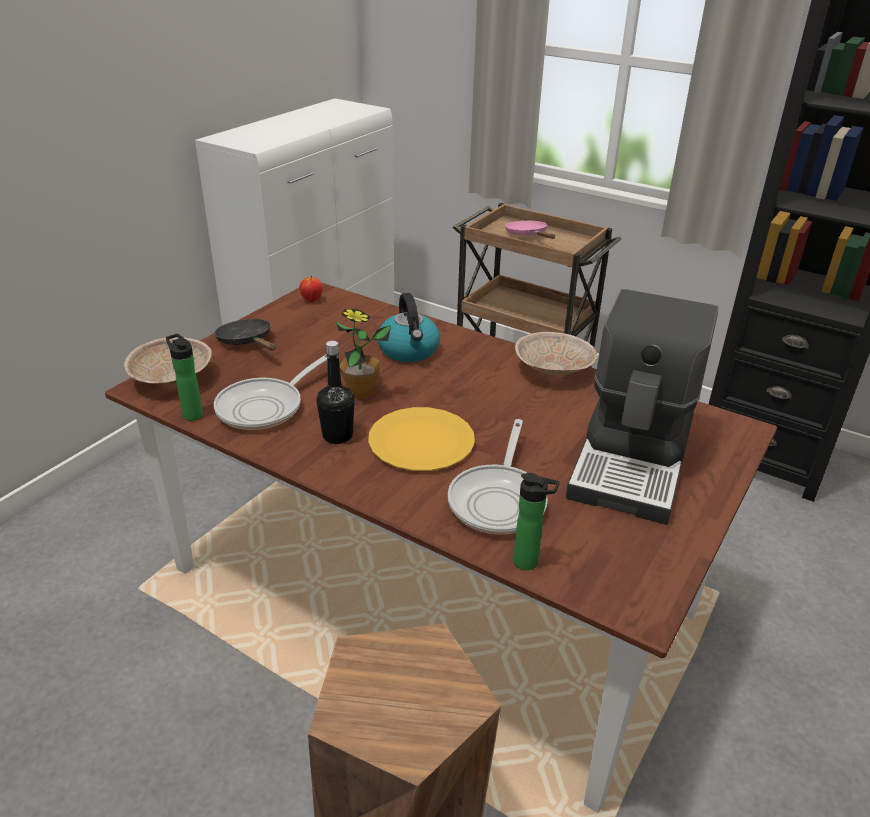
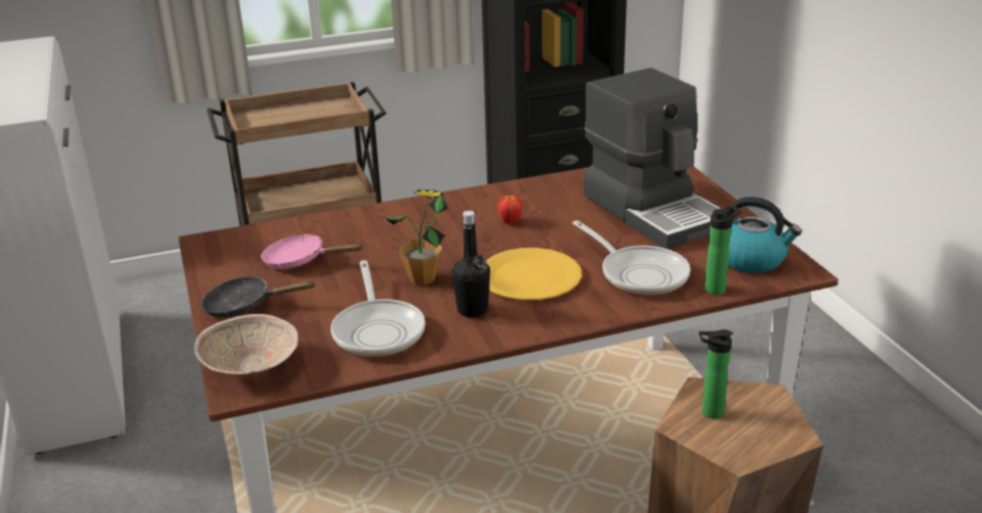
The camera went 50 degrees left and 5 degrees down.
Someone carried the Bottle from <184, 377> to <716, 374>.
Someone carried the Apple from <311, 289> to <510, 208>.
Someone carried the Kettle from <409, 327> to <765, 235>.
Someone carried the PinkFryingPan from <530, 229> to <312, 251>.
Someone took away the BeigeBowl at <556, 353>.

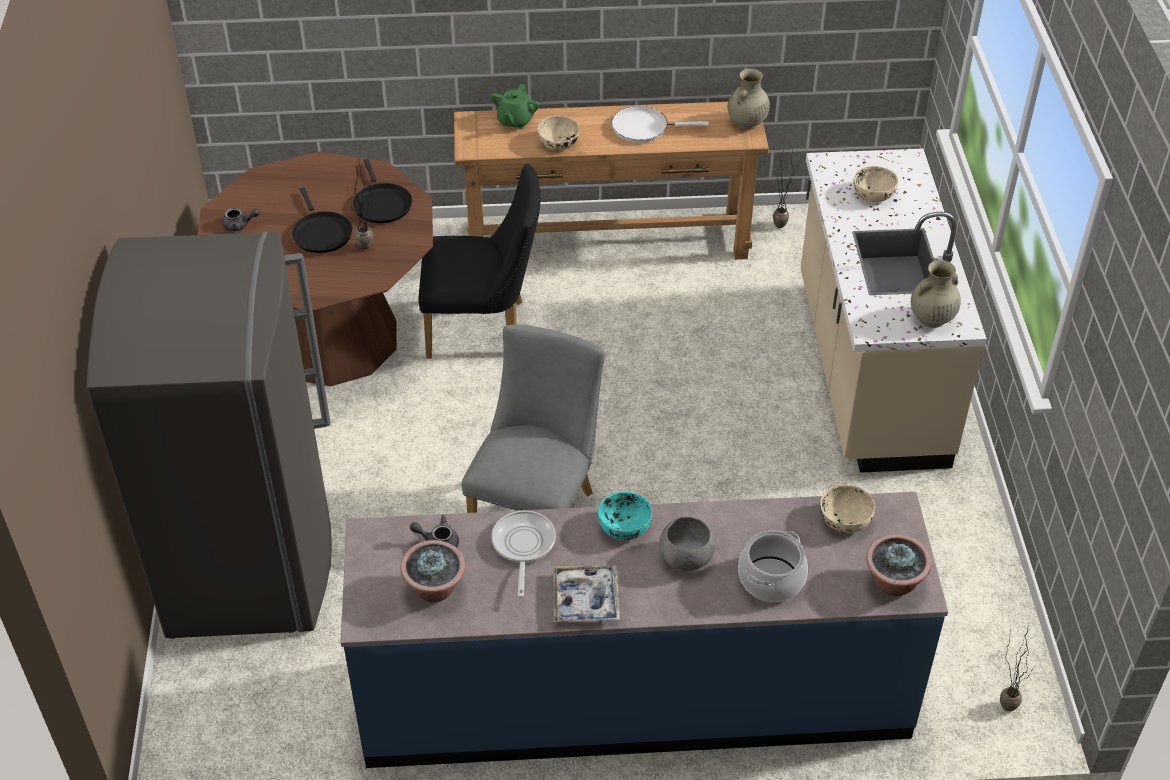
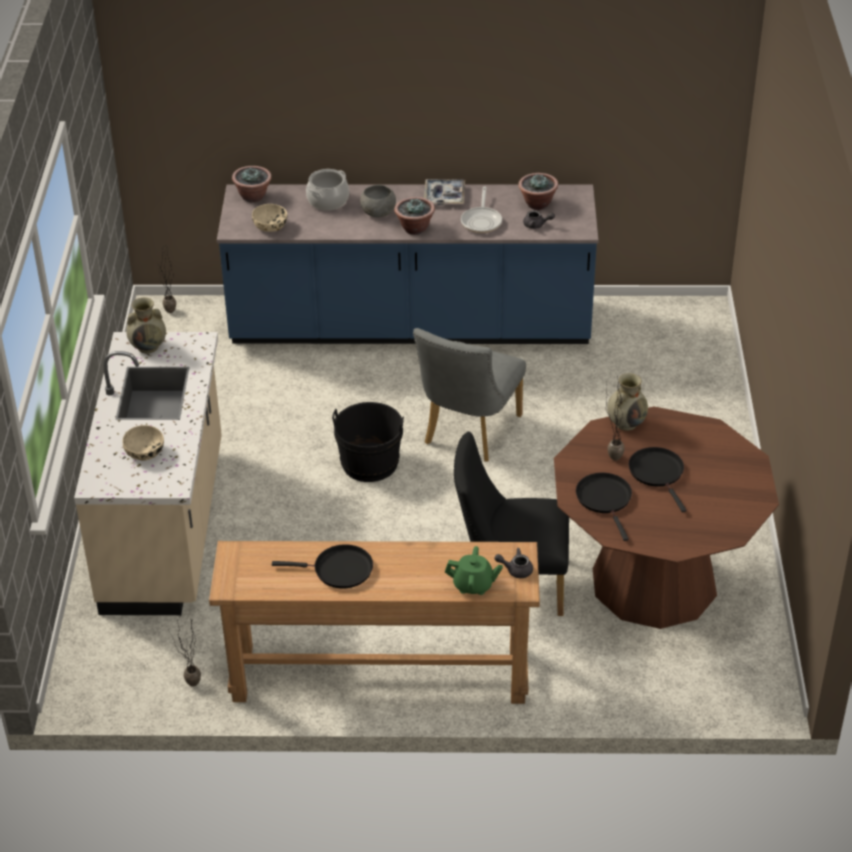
The camera went 175 degrees left and 5 degrees down.
Someone took away the GreyFridge at <209, 435>.
Someone carried the GreyTeapot from <241, 219> to <513, 563>.
Someone rotated the GreenTeapot at <515, 106> by 75 degrees clockwise.
Someone took away the BeigeBowl at <559, 133>.
Someone swapped the TurquoiseBowl at <625, 516> for the PottedPlant at <414, 216>.
Someone repainted the WhiteFryingPan at <660, 124>, which became the BlackFryingPan at <322, 566>.
Someone carried the BeigeVase from <749, 99> to <627, 402>.
Someone put down the BlackBucket at <368, 442>.

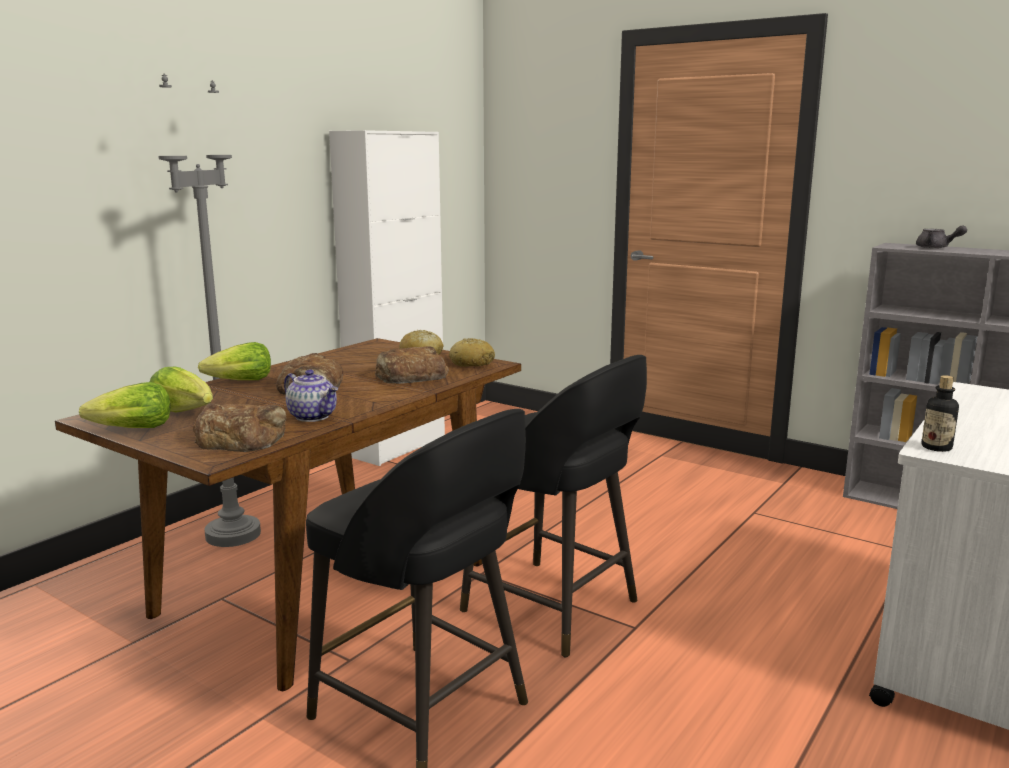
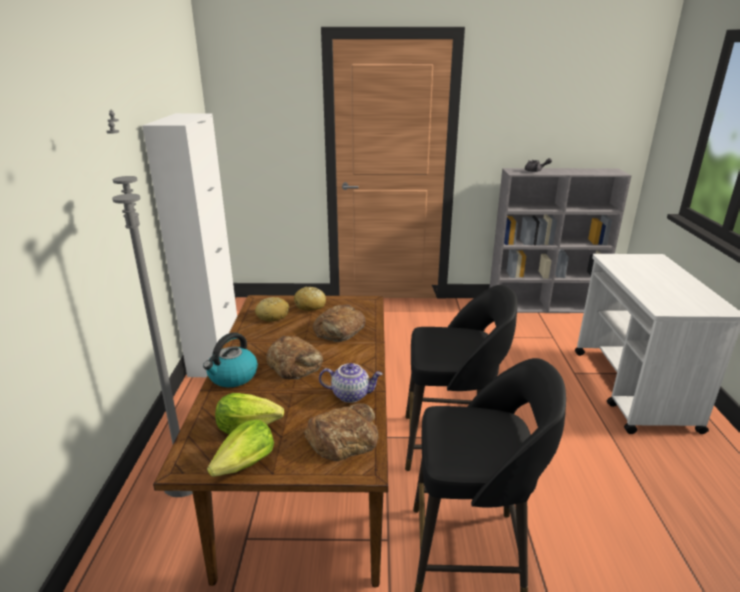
The camera went 35 degrees left and 10 degrees up.
Someone swapped the Lettuce at <234, 361> for the Kettle at <230, 359>.
Someone carried the Bread from <472, 352> to <272, 309>.
Someone took away the Bottle at <940, 413>.

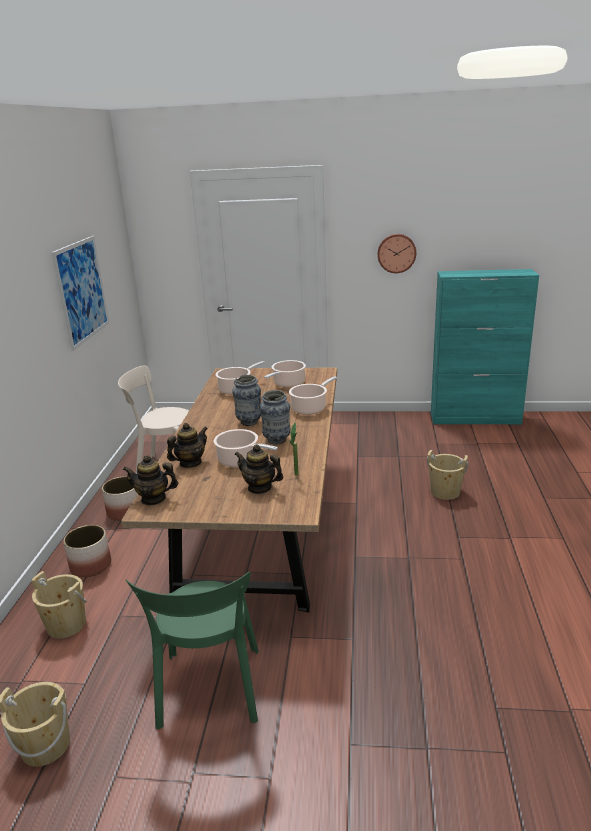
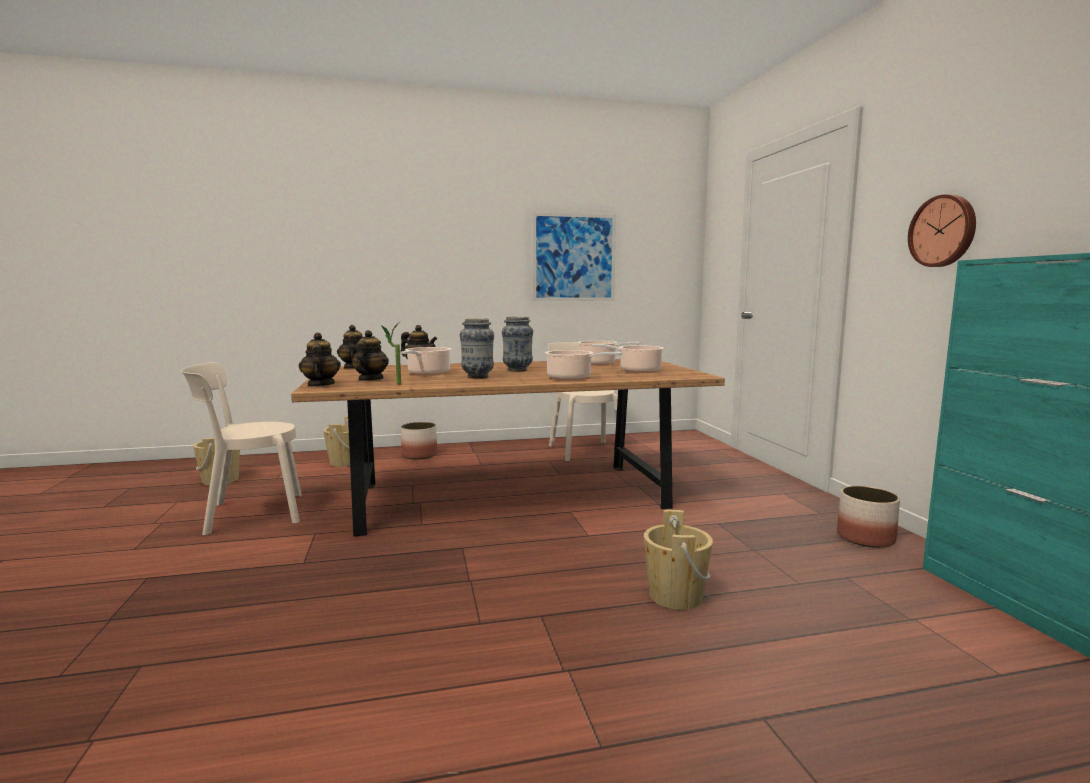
The camera went 70 degrees right and 15 degrees down.
Someone carried the Planter from <120, 498> to <868, 517>.
Someone repainted the GreenChair at <192, 650>, which became the BeigeChair at <241, 448>.
Someone put down the Teapot at <320, 359>.

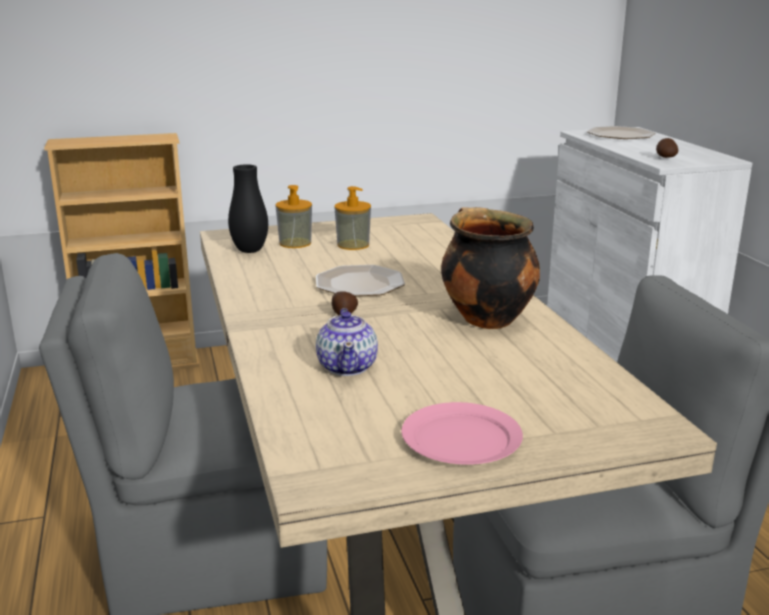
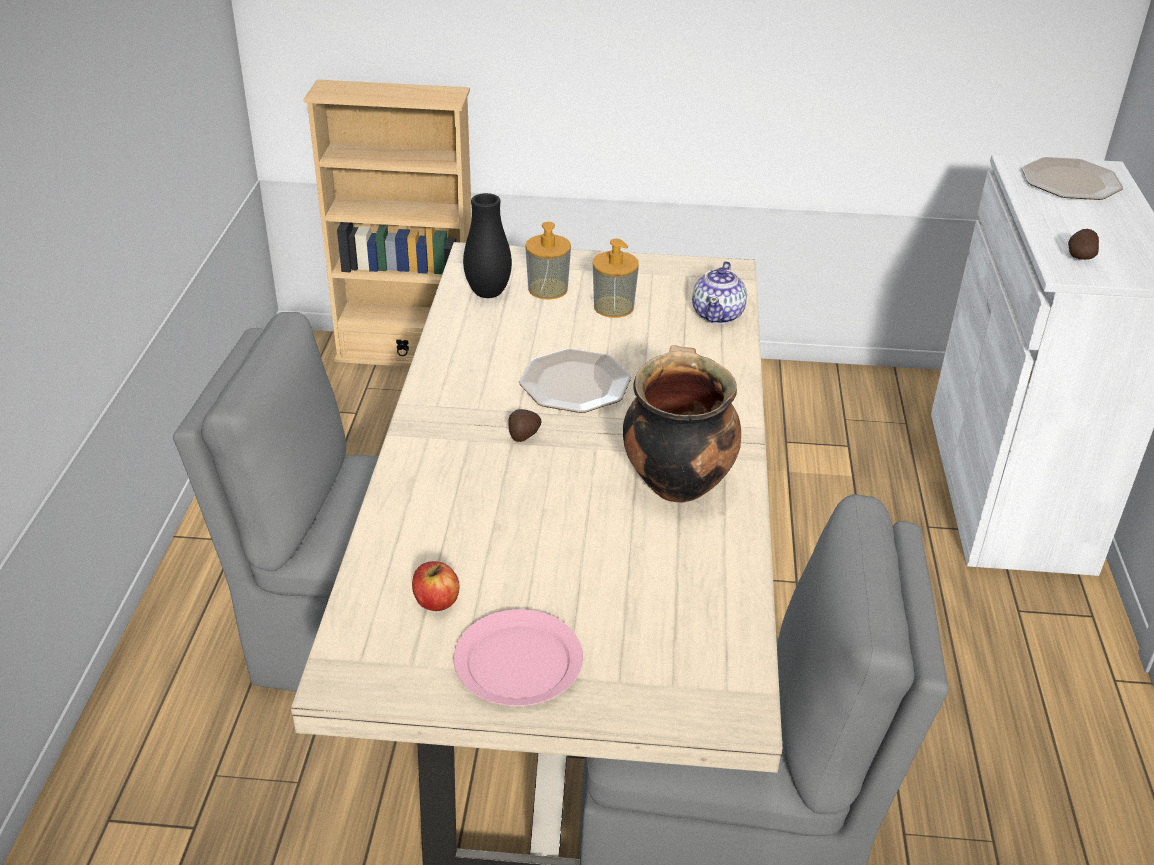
The camera went 20 degrees right and 15 degrees up.
Someone carried the Teapot from <347, 342> to <719, 292>.
Someone put down the Apple at <436, 586>.

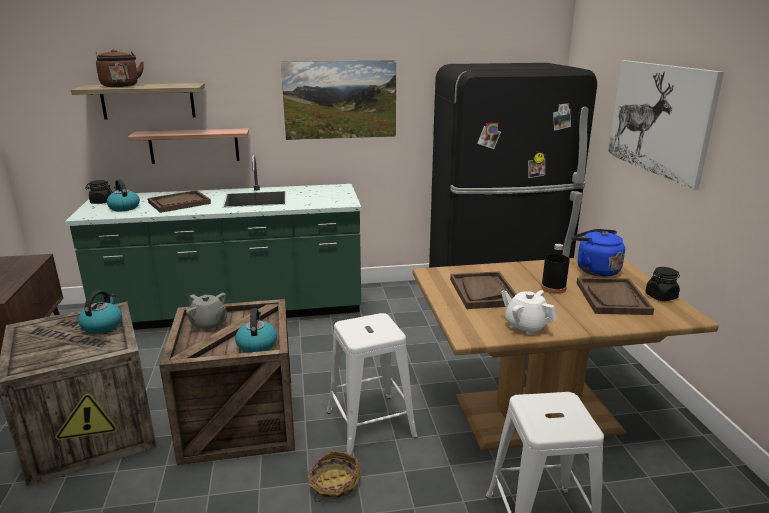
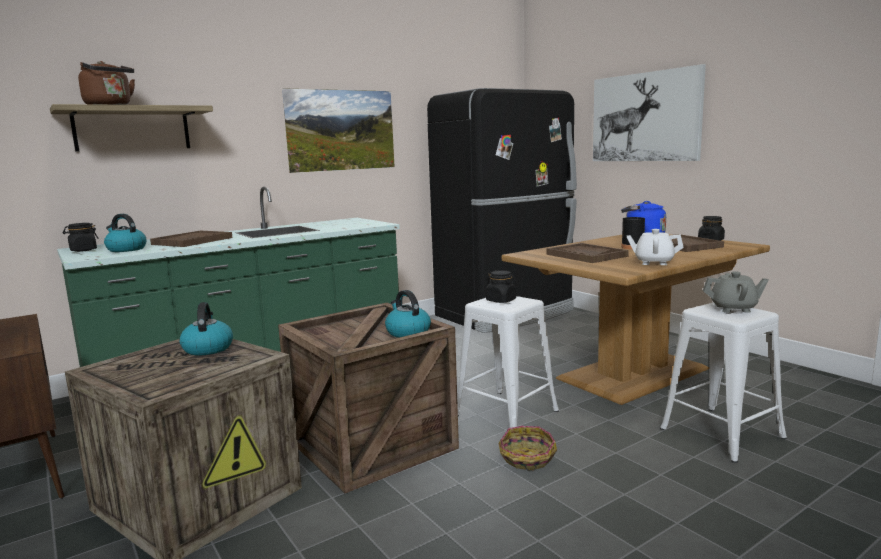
The camera went 25 degrees left and 10 degrees down.
Someone took away the Shelf at <188, 146>.
Someone carried the GreyTeapot from <206, 312> to <736, 292>.
Someone put down the BlackJar at <501, 287>.

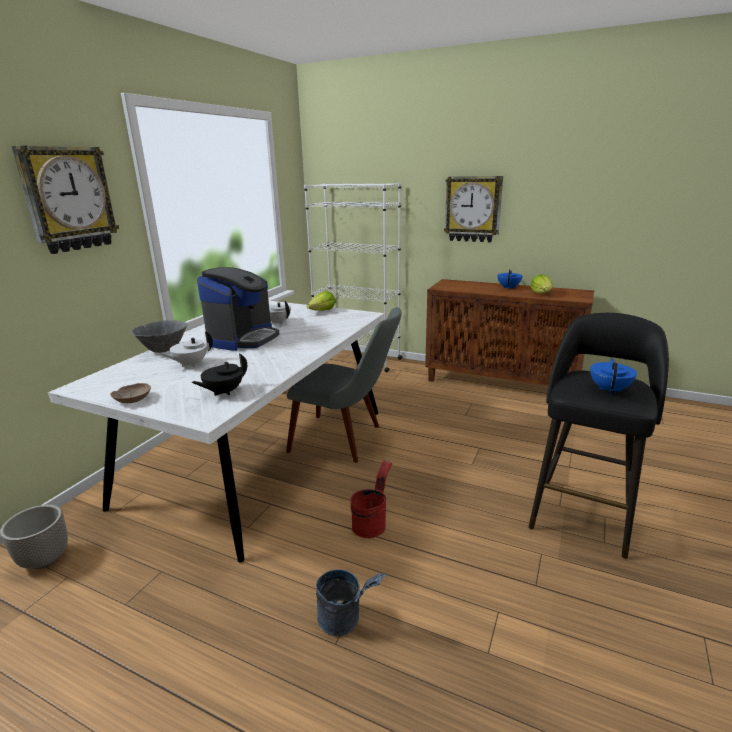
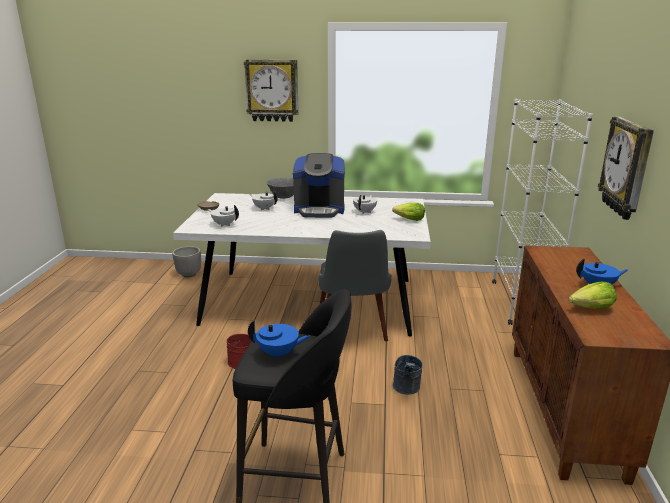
The camera went 70 degrees right and 0 degrees up.
Someone repainted the BlackTeapot at <219, 375>, which became the WhiteTeapot at <223, 216>.
Someone carried the GreyBucket from <351, 602> to <408, 375>.

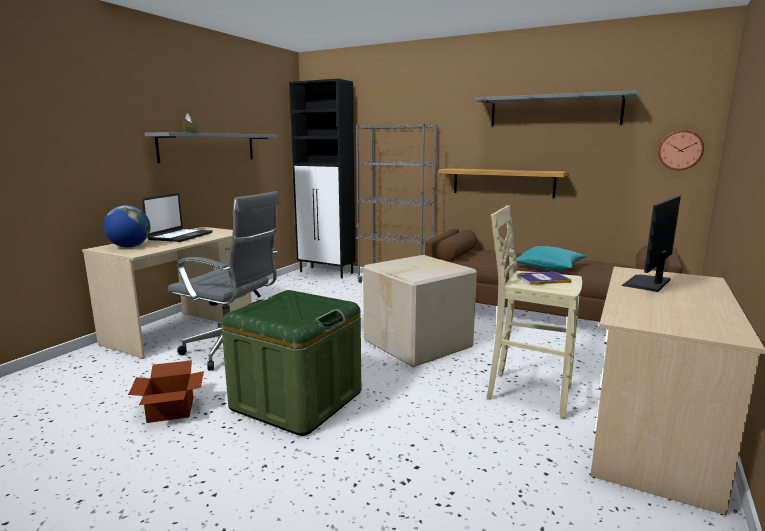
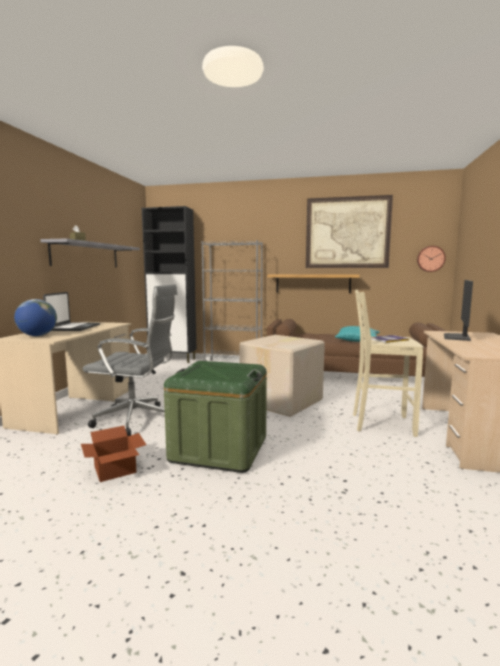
The camera went 15 degrees left and 5 degrees down.
Someone swapped the GreyShelf at <556, 108> for the Picture at <349, 231>.

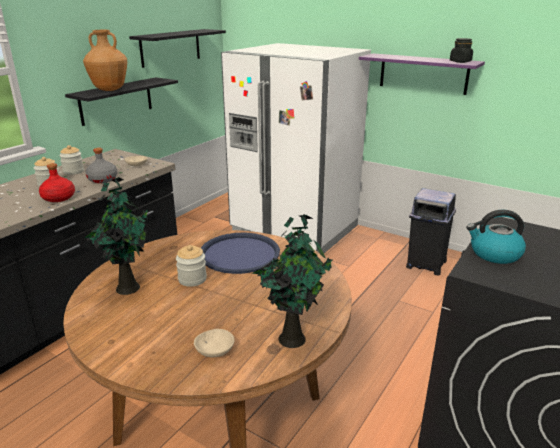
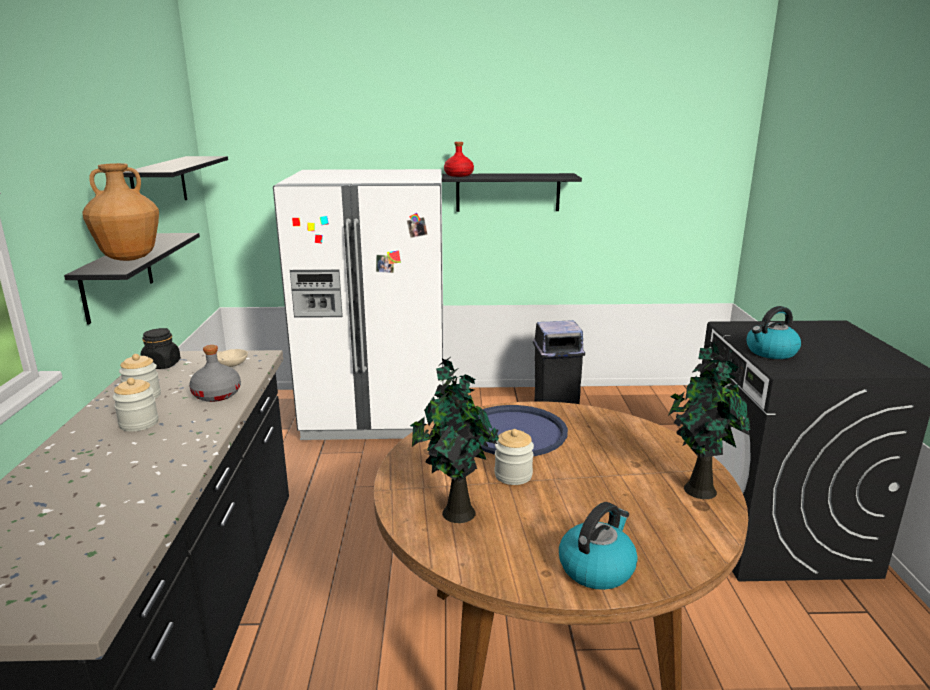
The camera went 35 degrees left and 5 degrees down.
Someone carried the RedBottle from <57, 182> to <459, 159>.
Someone took away the BeigeBowl at <214, 343>.
Someone repainted the PurpleShelf at <422, 74>, which became the BlackShelf at <512, 192>.
Someone carried the BlackJar from <461, 50> to <160, 348>.
Someone put down the Kettle at <598, 546>.

